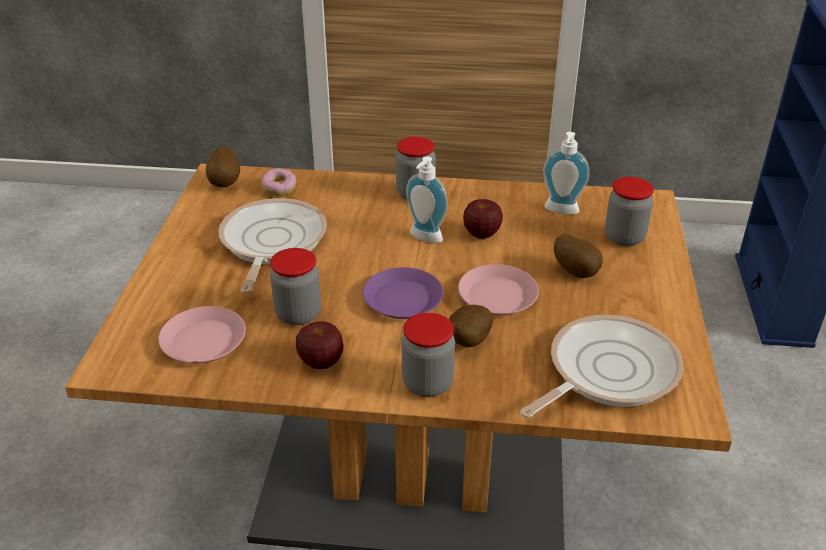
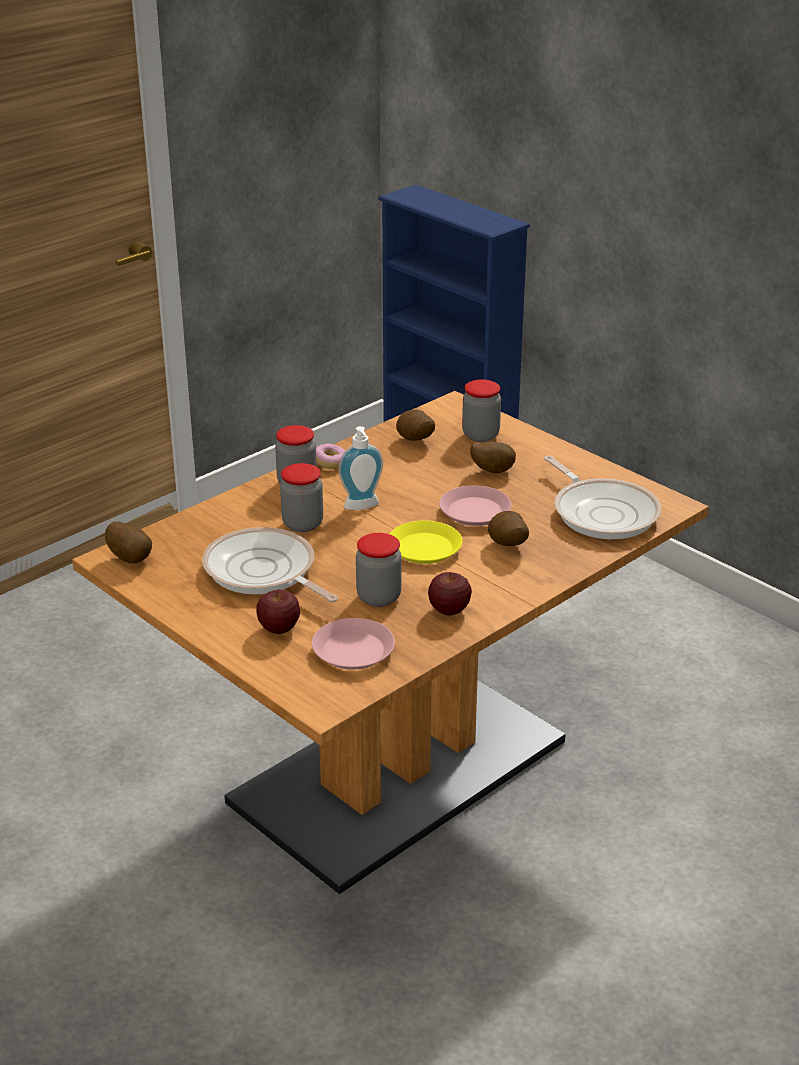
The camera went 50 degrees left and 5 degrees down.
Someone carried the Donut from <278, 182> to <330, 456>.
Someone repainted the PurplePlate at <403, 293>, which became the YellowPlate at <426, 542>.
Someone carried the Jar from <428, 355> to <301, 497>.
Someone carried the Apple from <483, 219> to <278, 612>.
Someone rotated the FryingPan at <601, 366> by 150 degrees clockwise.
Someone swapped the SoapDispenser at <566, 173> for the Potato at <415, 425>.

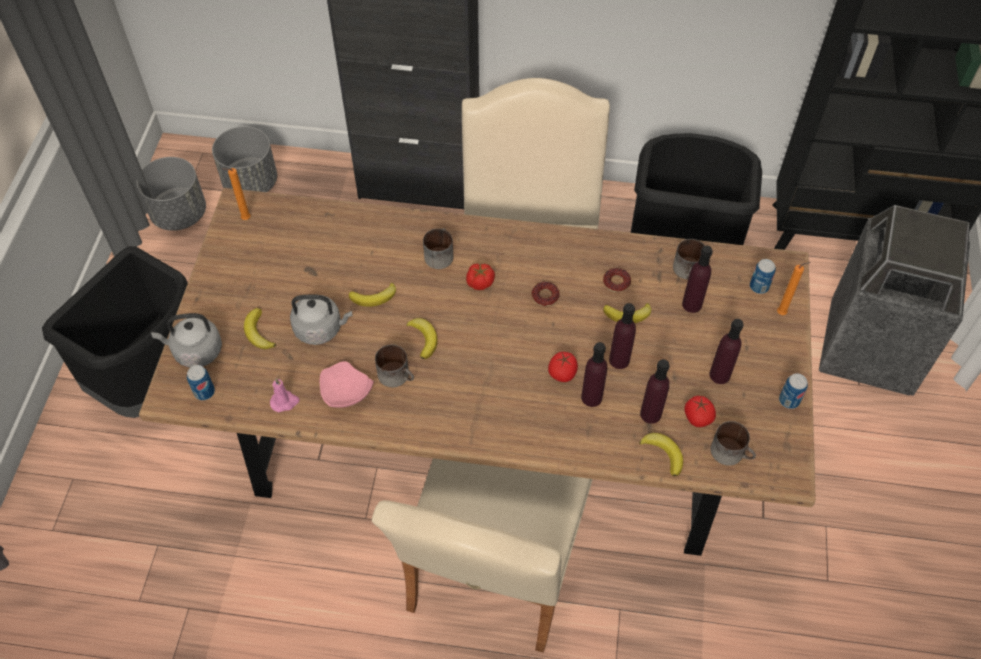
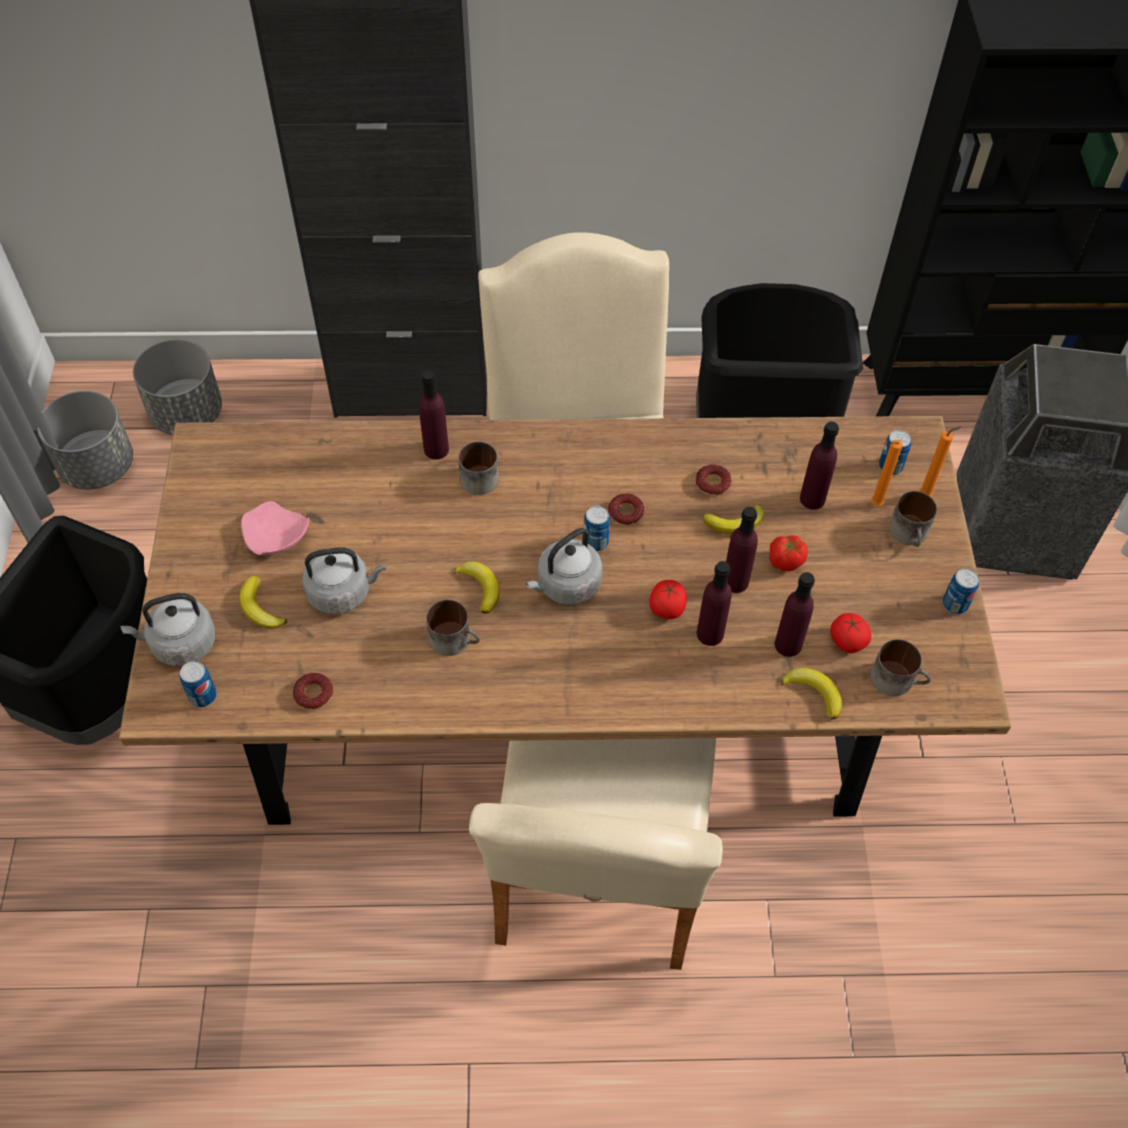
The camera went 10 degrees left and 0 degrees up.
Someone carried the OrangeCandle from <237, 194> to <886, 473>.
Someone swapped the PinkCandle at <285, 395> for the Donut at <313, 691>.
Someone carried the PinkPlate from <347, 384> to <275, 528>.
Someone took away the Banana at <372, 295>.
Someone carried the Tomato from <480, 277> to <788, 553>.
Someone carried the Mug from <689, 259> to <913, 519>.
Someone carried the PurpleBottle from <726, 351> to <434, 415>.
Someone put down the GreyKettle at <564, 566>.
Someone put down the Can at <597, 528>.

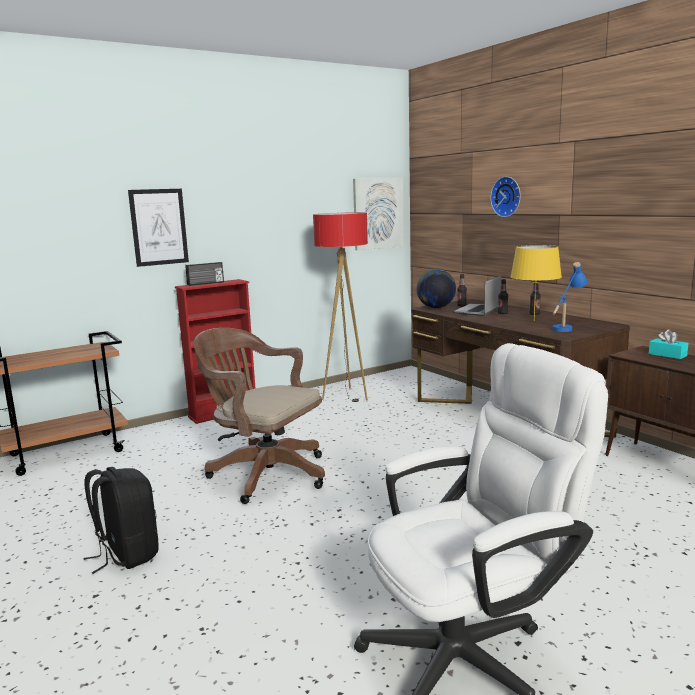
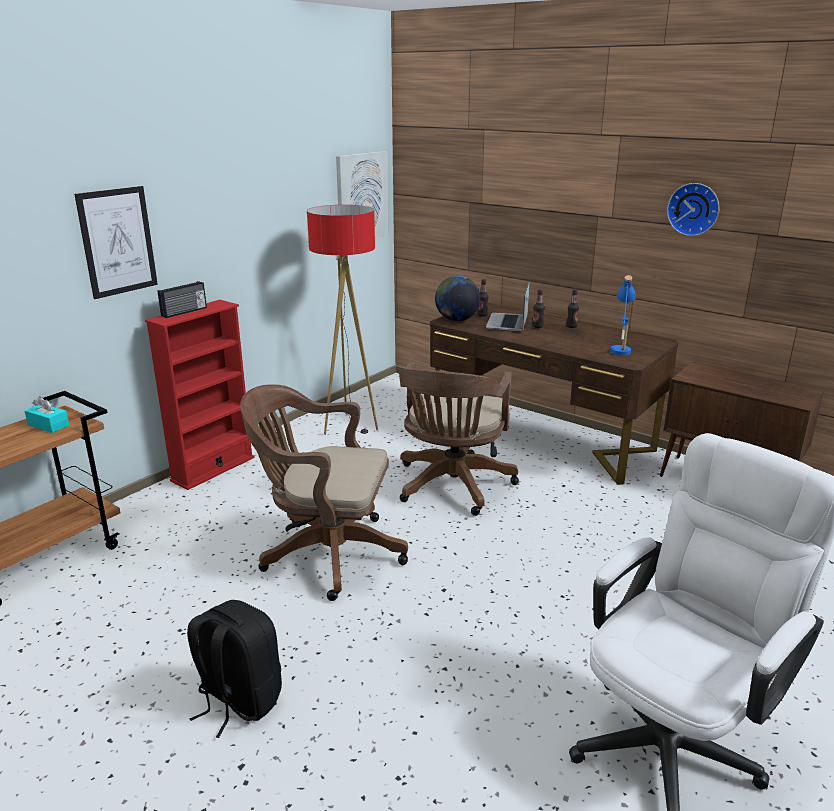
The camera went 20 degrees left and 10 degrees up.
Someone carried the WallClock from <505, 196> to <693, 209>.
Someone took away the YellowTableLamp at <536, 283>.
Someone carried the TurquoiseTissueBox from <668, 344> to <47, 414>.
Someone put down the BrownOfficeChair at <459, 439>.

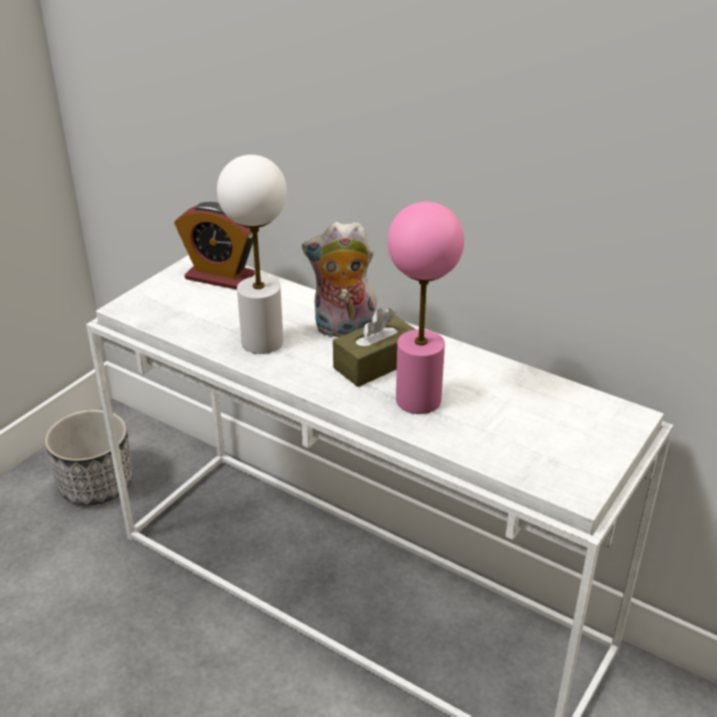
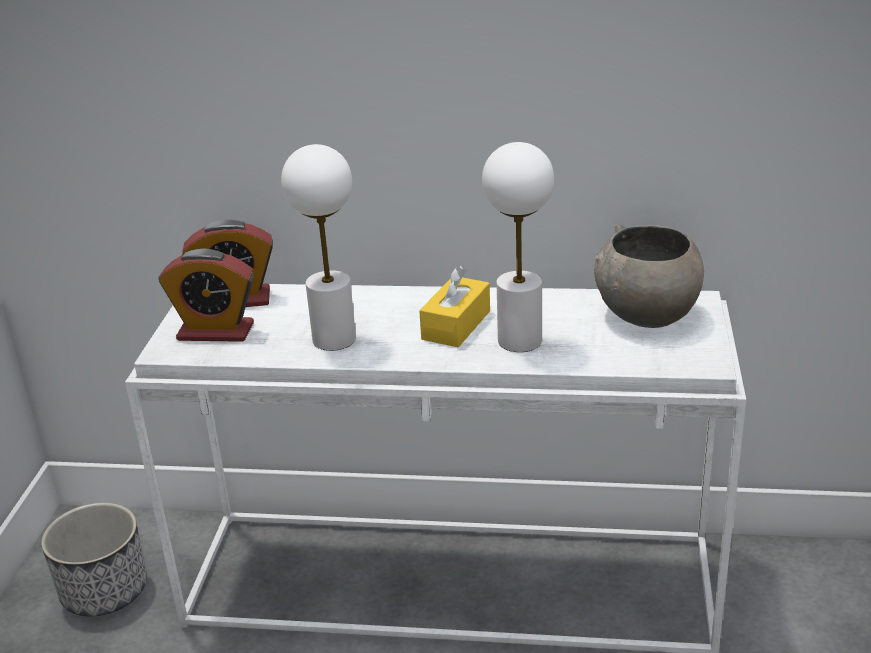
The camera went 25 degrees left and 5 degrees down.
Someone took away the PlushToy at <339, 279>.
Someone repainted the BrownTissueBox at <374, 347>, which became the YellowTissueBox at <454, 306>.
Someone repainted the PinkTableLamp at <425, 308>, which became the WhiteTableLamp at <518, 247>.
Someone put down the AlarmClock at <206, 295>.
Someone put down the GreyBowl at <649, 276>.

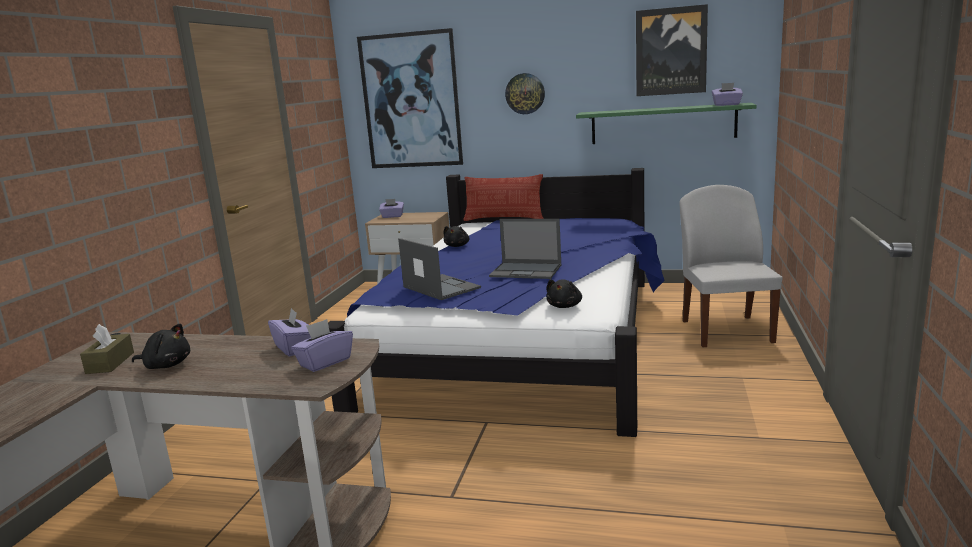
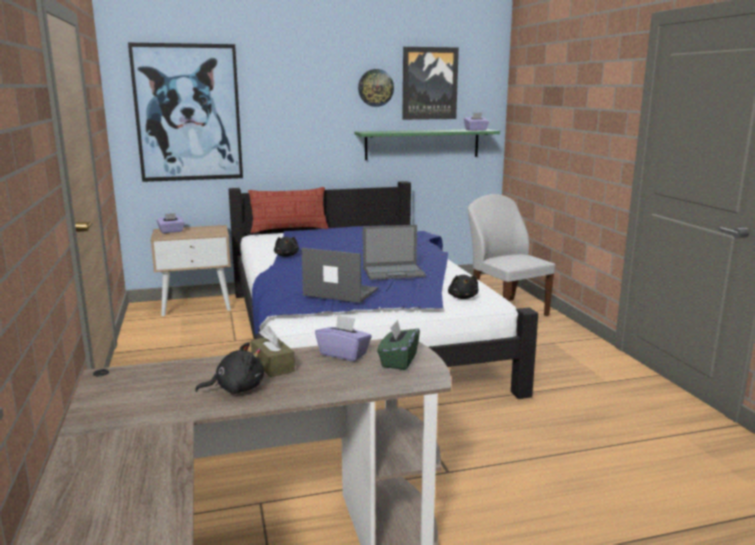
The camera went 30 degrees left and 0 degrees up.
Someone carried the BrownTissueBox from <107, 349> to <273, 351>.
Someone repainted the PurpleTissueBox at <322, 345>, which became the GreenTissueBox at <398, 345>.
Someone carried the WallClock from <525, 93> to <376, 88>.

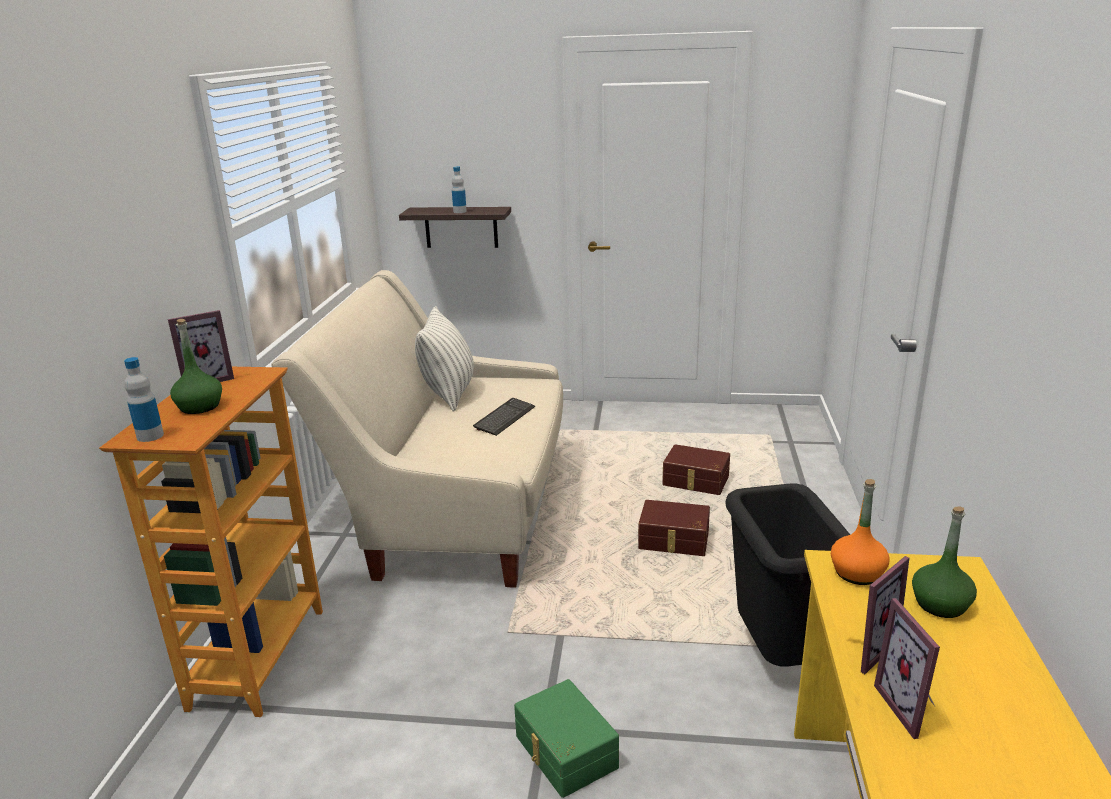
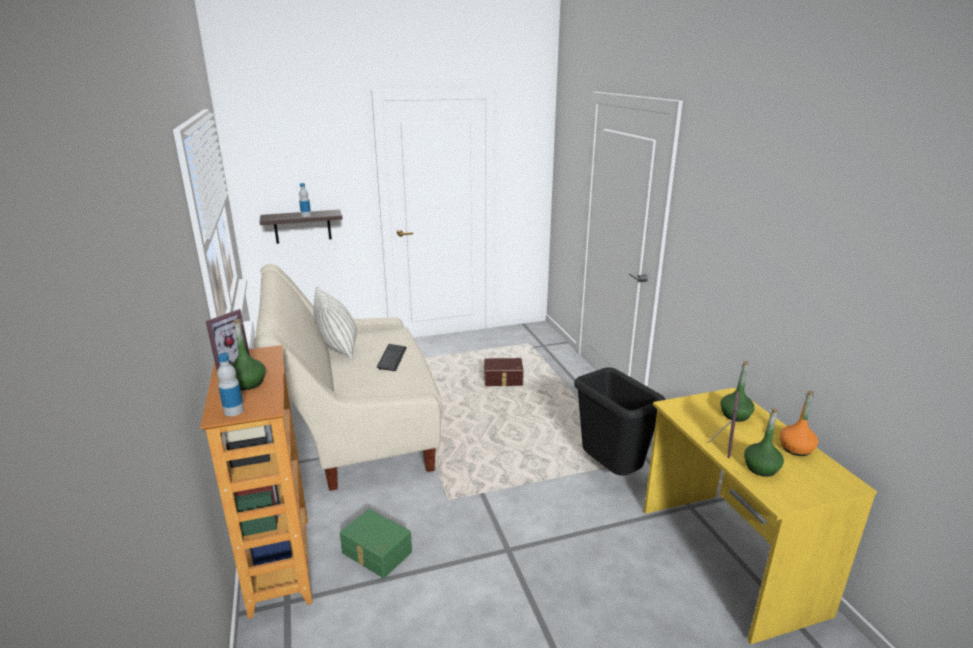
The camera went 25 degrees left and 0 degrees up.
Someone carried the GreenStorageBox from <566, 738> to <376, 543>.
Someone took away the BrownStorageBox at <674, 528>.
Someone carried the OrangeBottle from <860, 532> to <799, 423>.
Someone swapped the PictureFrame at <907, 668> for the GreenBottle at <764, 442>.

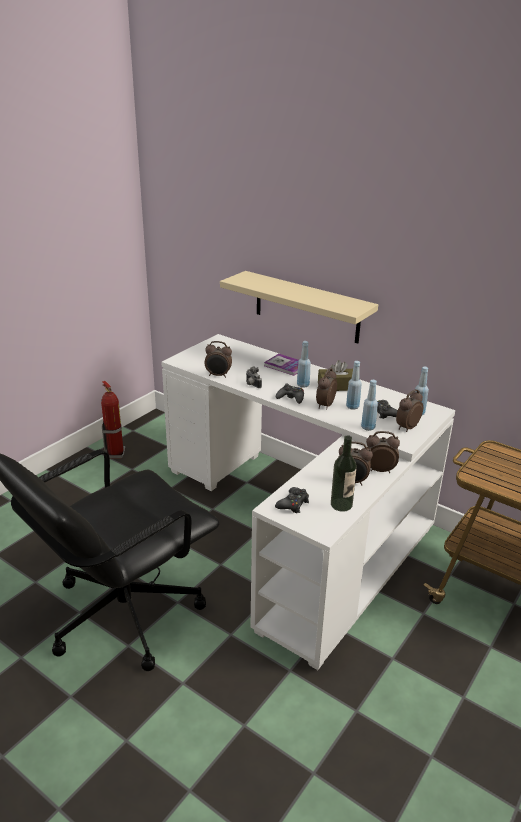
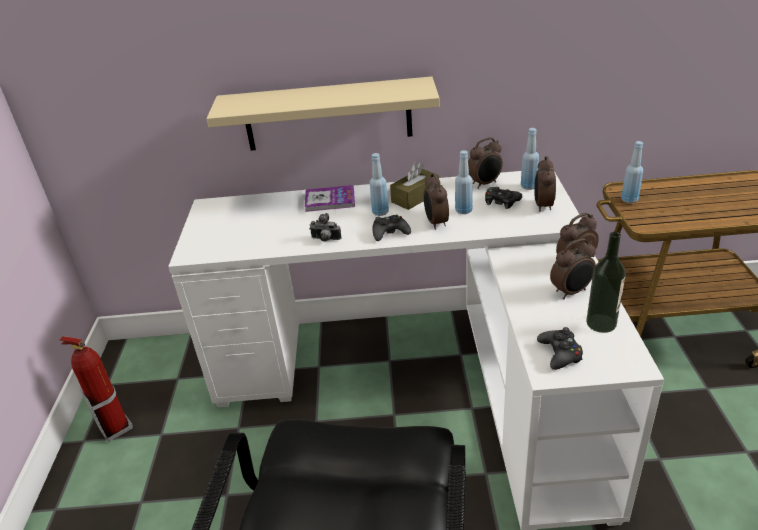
The camera went 35 degrees left and 5 degrees up.
Someone carried the AlarmClock from <218, 359> to <485, 163>.
Someone carried the BlueBottle from <369, 405> to <632, 172>.

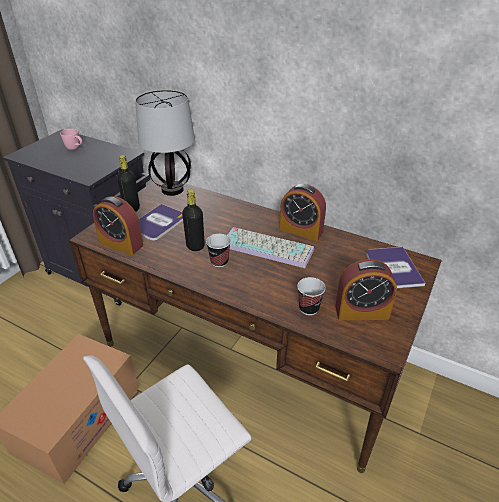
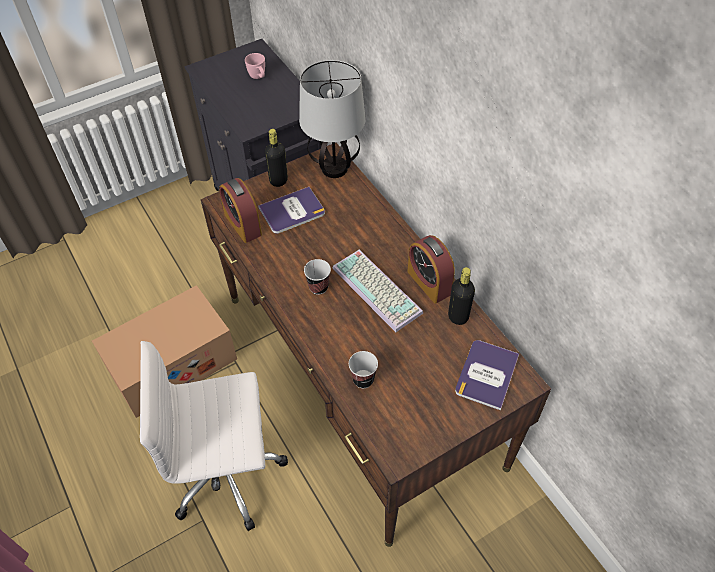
The camera went 30 degrees right and 15 degrees up.
Someone carried the BlackBottle from <193, 220> to <461, 296>.
Someone took away the AlarmClock at <366, 289>.

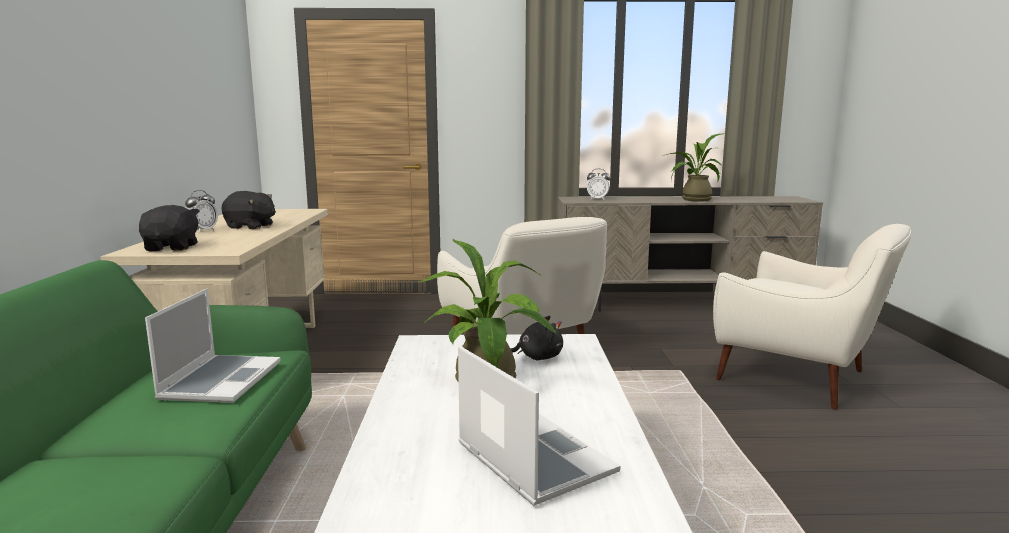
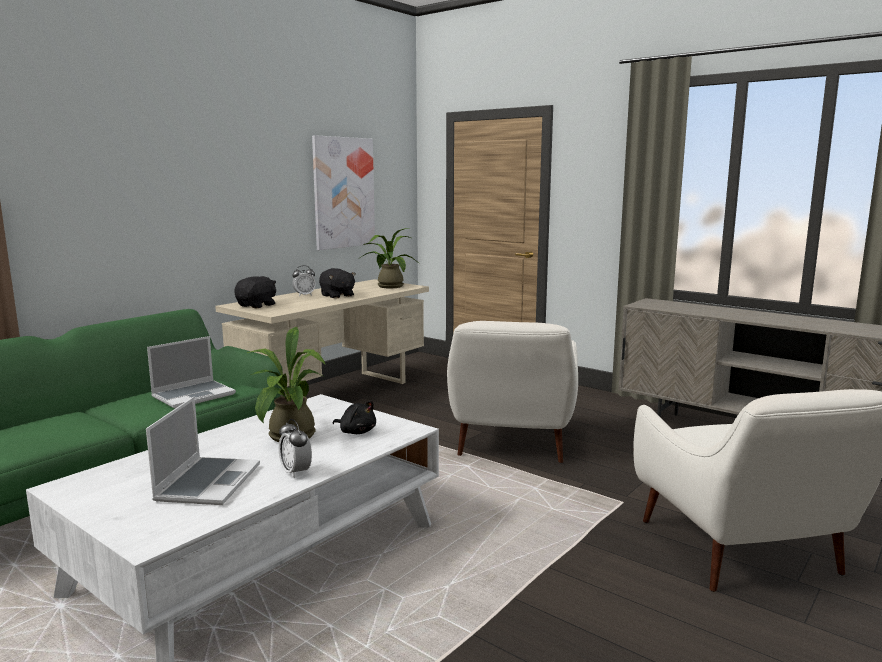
The camera went 40 degrees right and 0 degrees up.
Someone carried the AlarmClock from <598, 184> to <295, 448>.
Someone carried the PottedPlant from <694, 167> to <389, 258>.
Someone put up the Picture at <343, 192>.

